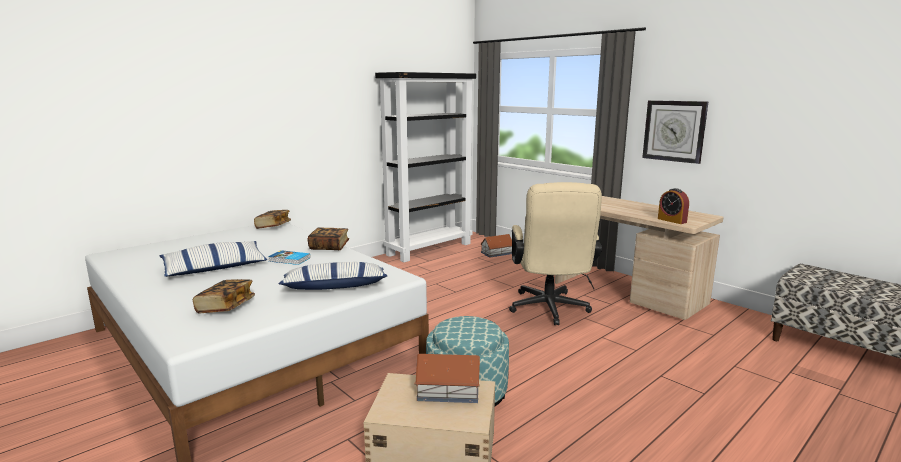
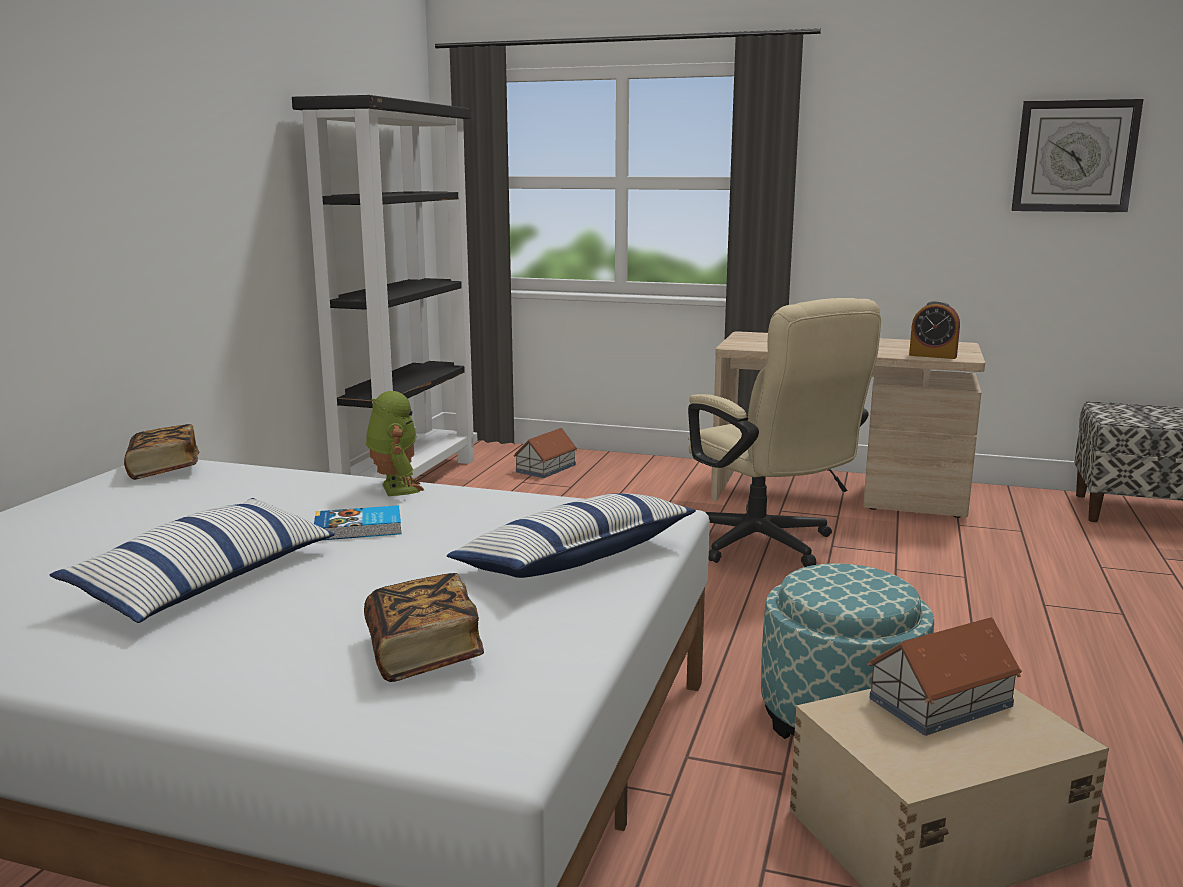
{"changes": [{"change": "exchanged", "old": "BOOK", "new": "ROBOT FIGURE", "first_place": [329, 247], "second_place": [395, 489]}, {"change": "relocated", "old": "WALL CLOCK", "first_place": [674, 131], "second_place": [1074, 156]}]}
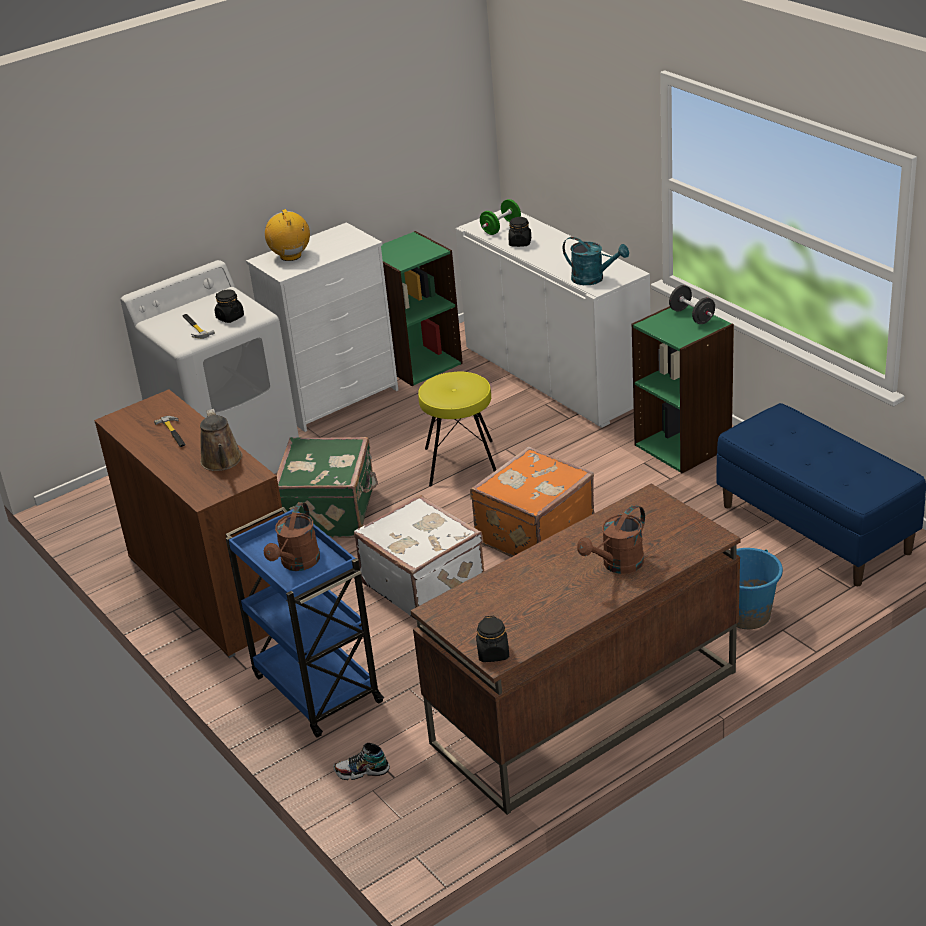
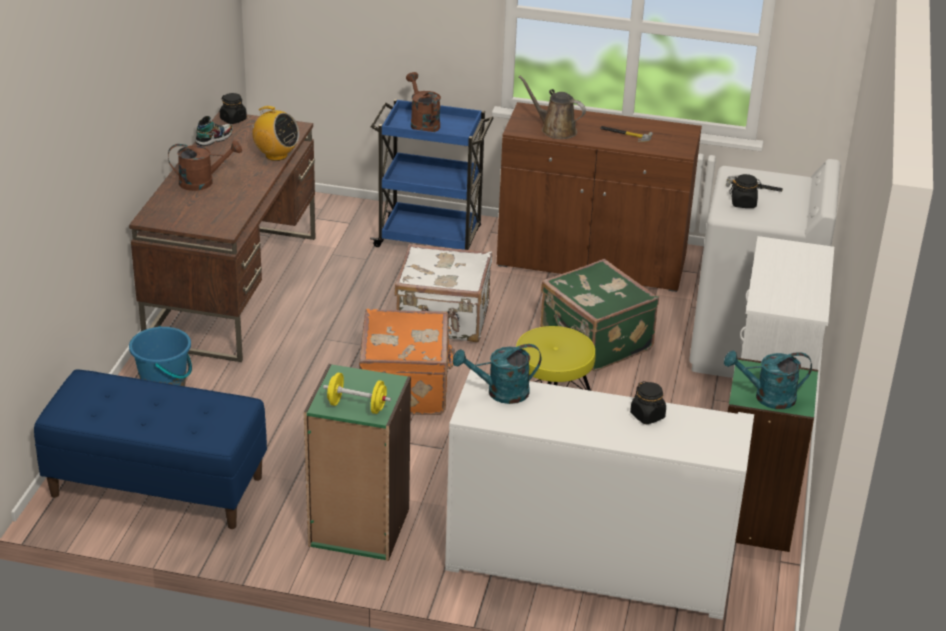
{"changes": [{"change": "relocated", "old": "RADIO SET", "first_place": [291, 256], "second_place": [276, 155]}, {"change": "relocated", "old": "LOW SHOE", "first_place": [362, 771], "second_place": [214, 139]}, {"change": "missing", "old": "GREENISH FREE WEIGHT", "first_place": [501, 228]}, {"change": "spun", "old": "BROWN-COLOURED SPRINKLING CAN", "first_place": [617, 565], "second_place": [203, 182], "degrees": 75}, {"change": "colour", "old": "BLACK-COLOURED FREE WEIGHT", "new": "YELLOW-COLOURED FREE WEIGHT", "first_place": [692, 316], "second_place": [357, 406]}, {"change": "appeared", "new": "BLUE-GREEN SPRINKLING CAN", "second_place": [767, 397]}]}
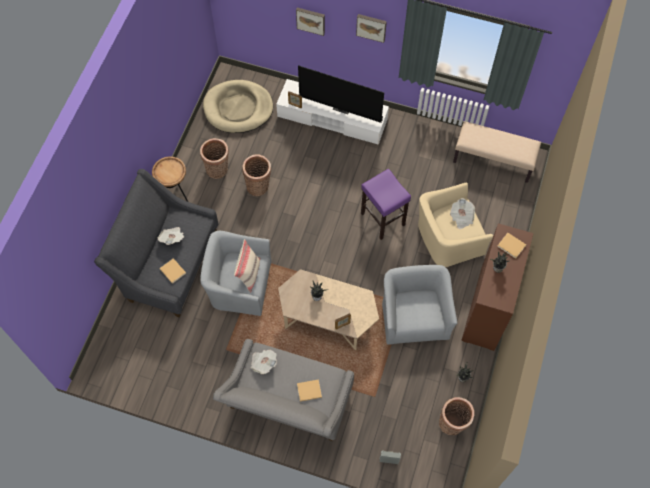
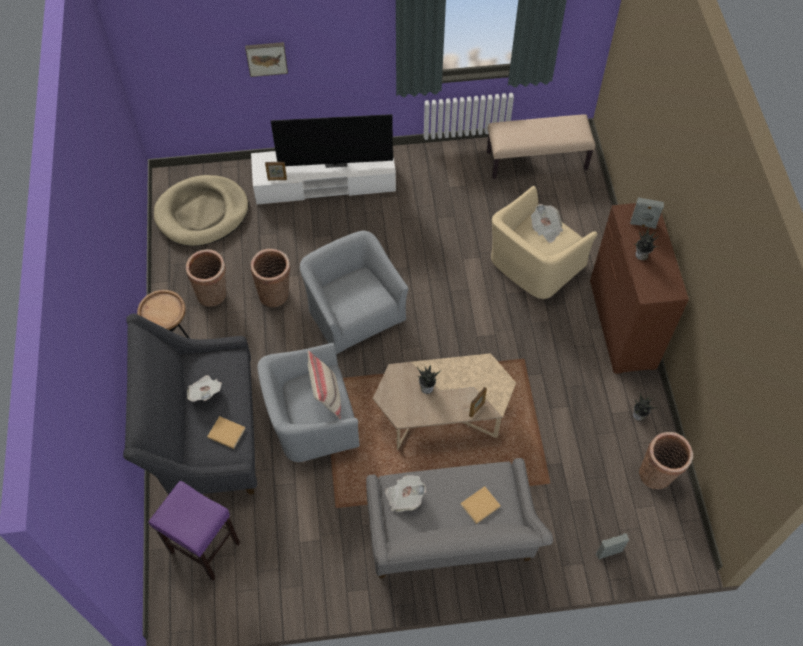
{"changes": [{"change": "missing", "old": "WALL PICTURE", "first_place": [371, 27]}, {"change": "relocated", "old": "PURPLE STOOL", "first_place": [382, 219], "second_place": [204, 547]}, {"change": "relocated", "old": "GREY EASY CHAIR", "first_place": [414, 317], "second_place": [354, 312]}, {"change": "exchanged", "old": "BEIGE BOOK", "new": "GREY AUDIO SPEAKER", "first_place": [512, 246], "second_place": [643, 224]}]}
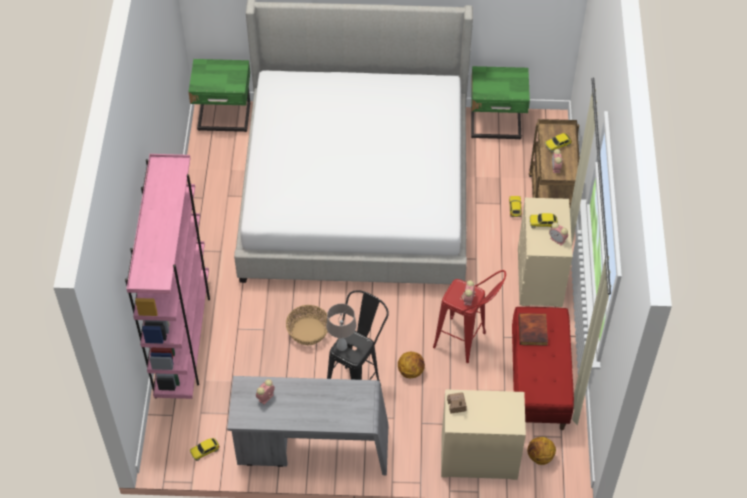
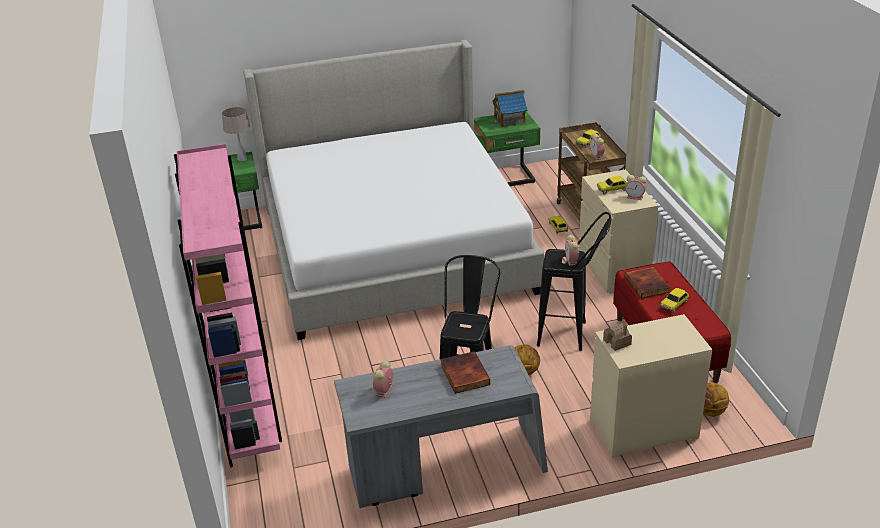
{"changes": [{"change": "relocated", "old": "MODEL CAR", "first_place": [205, 451], "second_place": [674, 304]}, {"change": "missing", "old": "BASKET", "first_place": [308, 331]}, {"change": "relocated", "old": "BEIGE LAMP FOR A TABLE", "first_place": [342, 346], "second_place": [242, 158]}, {"change": "colour", "old": "RED-COLOURED STOOL", "new": "BLACK-COLOURED STOOL", "first_place": [467, 343], "second_place": [571, 335]}, {"change": "appeared", "new": "BOOK", "second_place": [463, 374]}, {"change": "appeared", "new": "MODEL HOUSE", "second_place": [509, 120]}]}
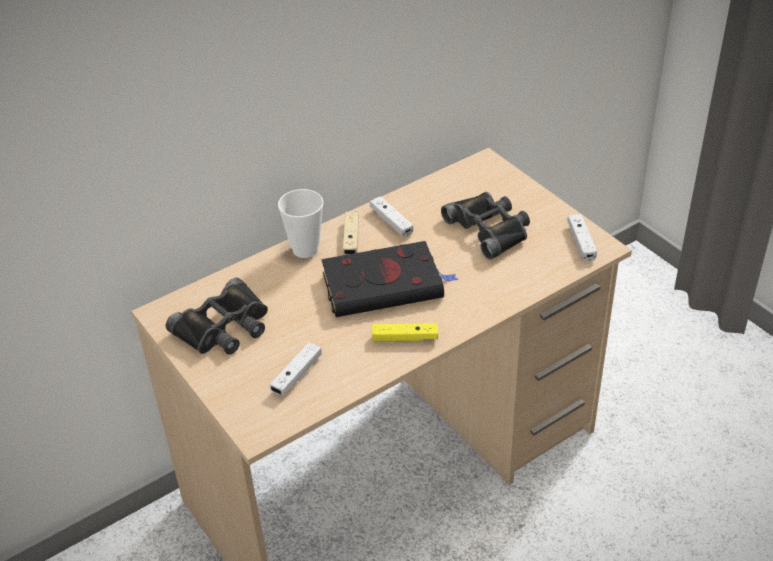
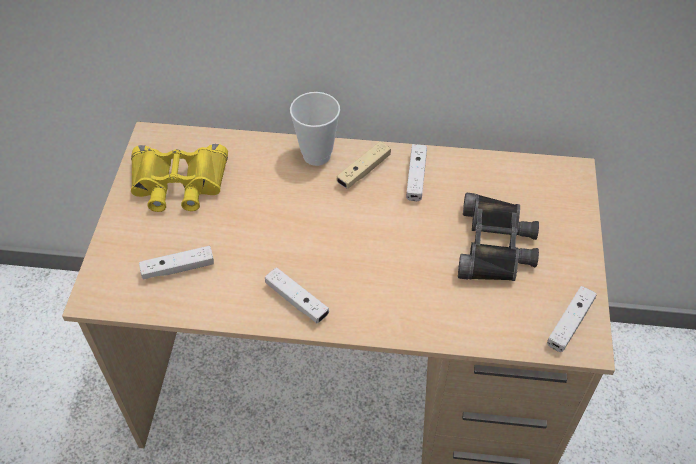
{"changes": [{"change": "colour", "old": "BLACK-COLOURED BINOCULARS", "new": "YELLOW-COLOURED BINOCULARS", "first_place": [224, 327], "second_place": [178, 184]}, {"change": "missing", "old": "BLACK-COLOURED BOOK", "first_place": [386, 285]}, {"change": "colour", "old": "YELLOW-COLOURED GAMEPAD", "new": "WHITE GAMEPAD", "first_place": [405, 338], "second_place": [297, 300]}]}
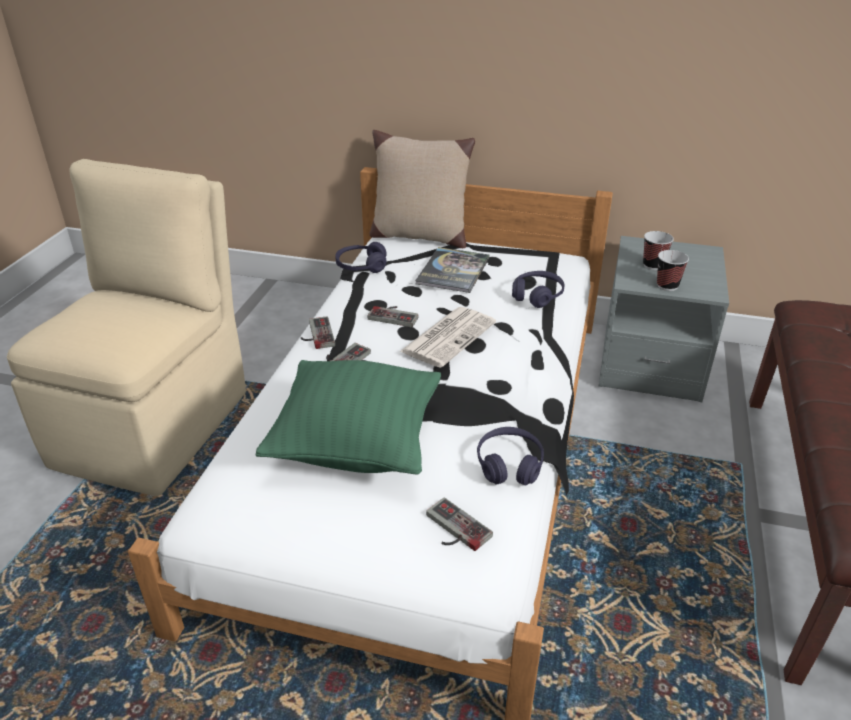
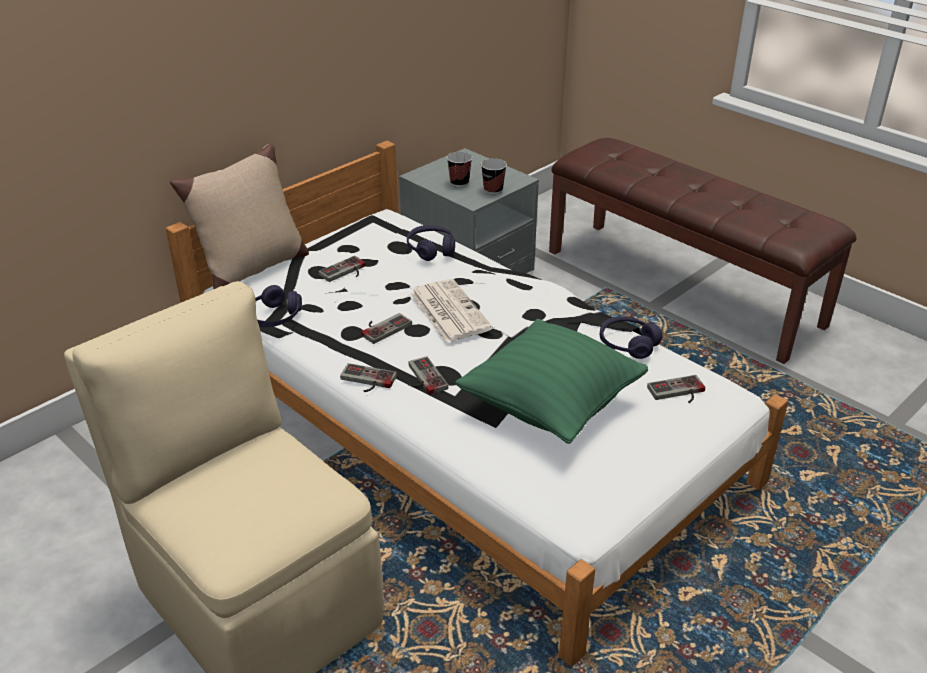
{"changes": [{"change": "exchanged", "old": "BOOK", "new": "GAMEPAD", "first_place": [453, 271], "second_place": [345, 272]}]}
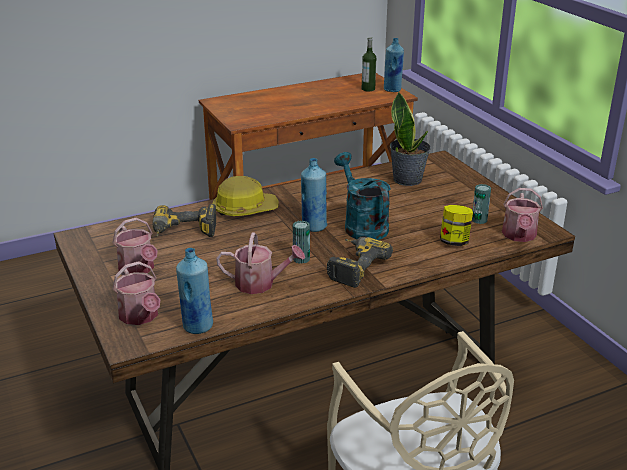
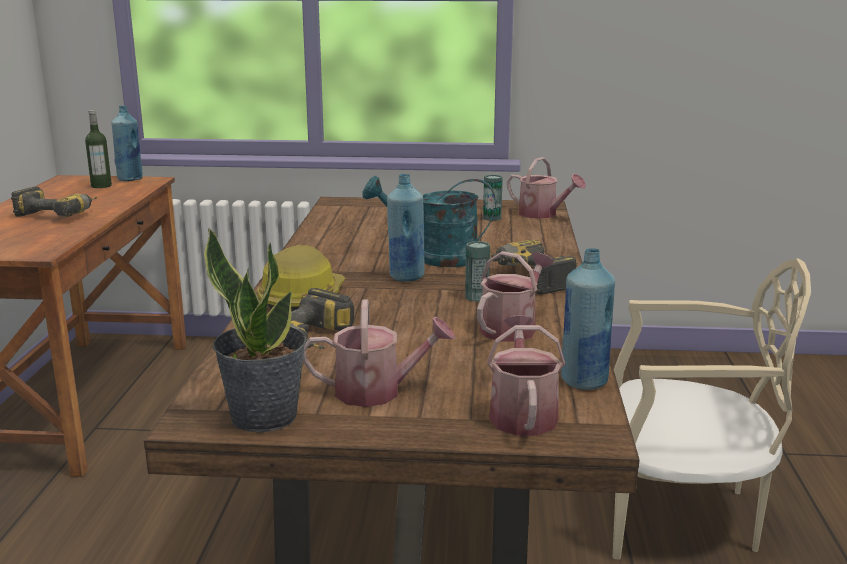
{"changes": [{"change": "spun", "old": "SPRINKLING CAN", "first_place": [140, 316], "second_place": [522, 413], "degrees": -90}, {"change": "relocated", "old": "POTTED PLANT", "first_place": [408, 179], "second_place": [264, 416]}, {"change": "missing", "old": "JAR", "first_place": [454, 242]}, {"change": "appeared", "new": "POWER DRILL", "second_place": [59, 214]}]}
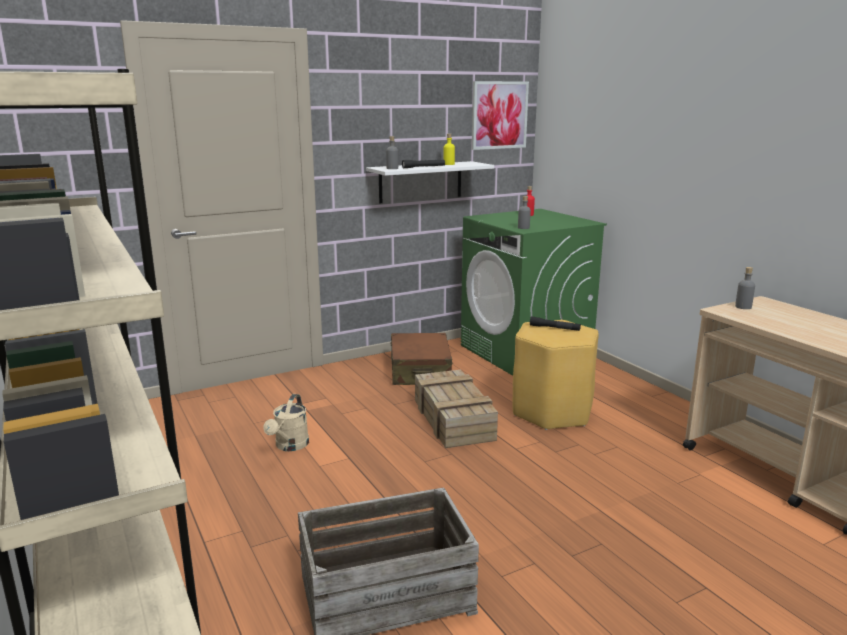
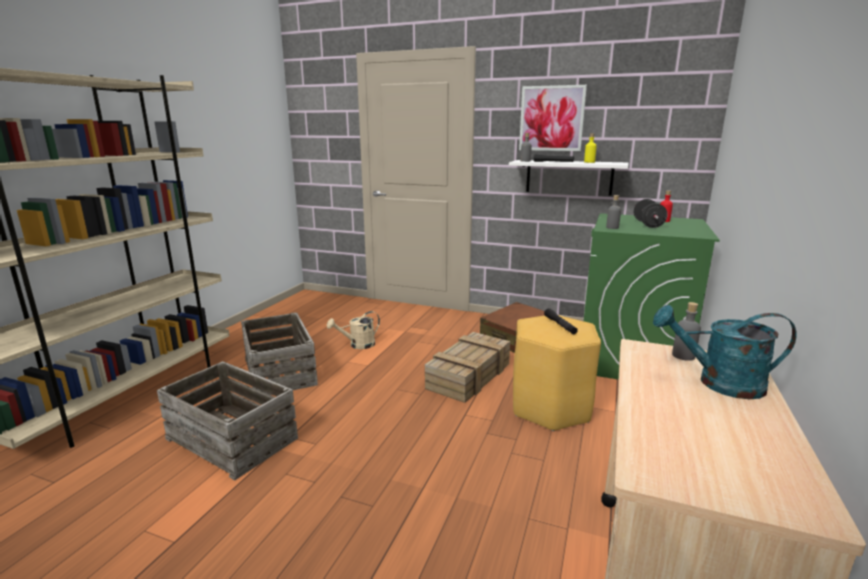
{"changes": [{"change": "relocated", "old": "WALL PICTURE", "first_place": [499, 115], "second_place": [551, 118]}, {"change": "appeared", "new": "PACKING CRATE", "second_place": [280, 371]}, {"change": "appeared", "new": "BLACK-COLOURED FREE WEIGHT", "second_place": [648, 224]}, {"change": "appeared", "new": "BLUE-GREEN SPRINKLING CAN", "second_place": [719, 383]}]}
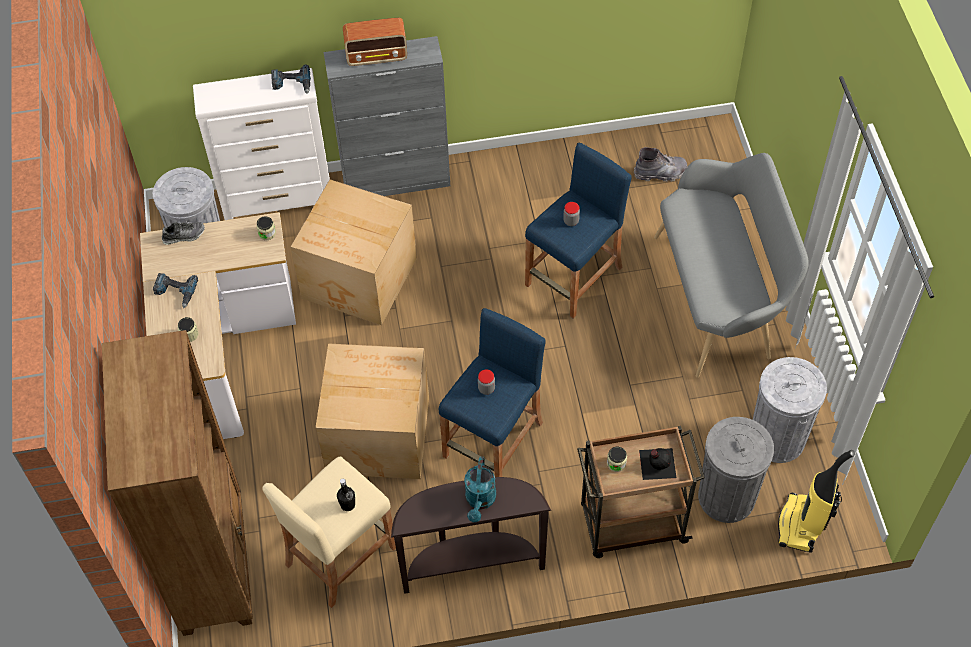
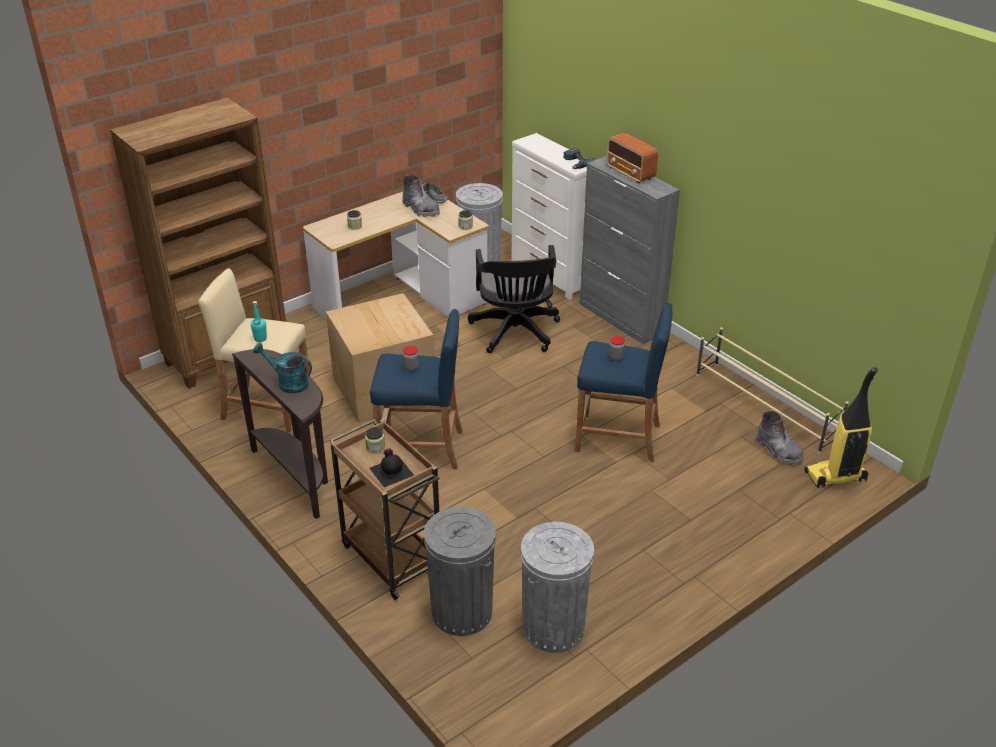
{"changes": [{"change": "missing", "old": "POWER DRILL", "first_place": [175, 292]}, {"change": "exchanged", "old": "CARDBOARD BOX", "new": "BLACK-COLOURED COMPUTER CHAIR", "first_place": [360, 279], "second_place": [515, 333]}, {"change": "colour", "old": "BLACK-COLOURED DRINK BOTTLE", "new": "BLUE-GREEN DRINK BOTTLE", "first_place": [347, 505], "second_place": [260, 339]}, {"change": "spun", "old": "BLUE-GREEN SPRINKLING CAN", "first_place": [480, 501], "second_place": [288, 383], "degrees": 45}, {"change": "missing", "old": "GREY LONG SEAT", "first_place": [719, 298]}, {"change": "relocated", "old": "VACUUM CLEANER", "first_place": [801, 525], "second_place": [835, 477]}, {"change": "appeared", "new": "GREY TALL BOOT", "second_place": [421, 209]}, {"change": "appeared", "new": "BEIGE SHOE SHELF", "second_place": [765, 407]}]}
